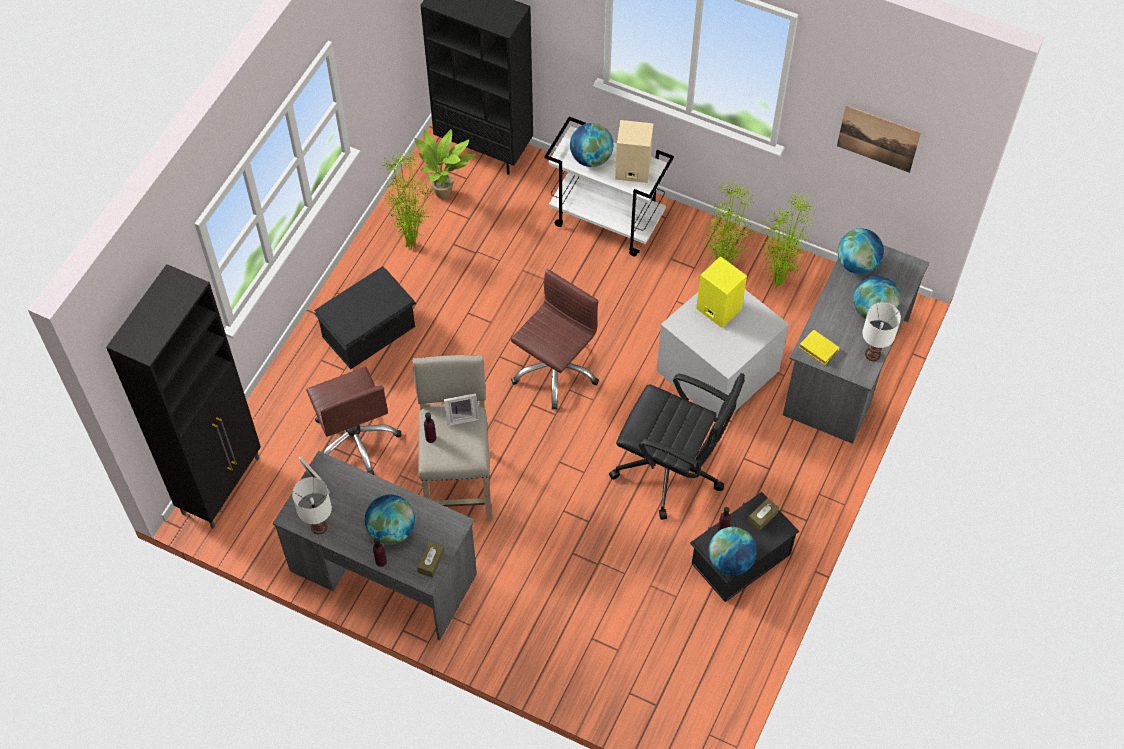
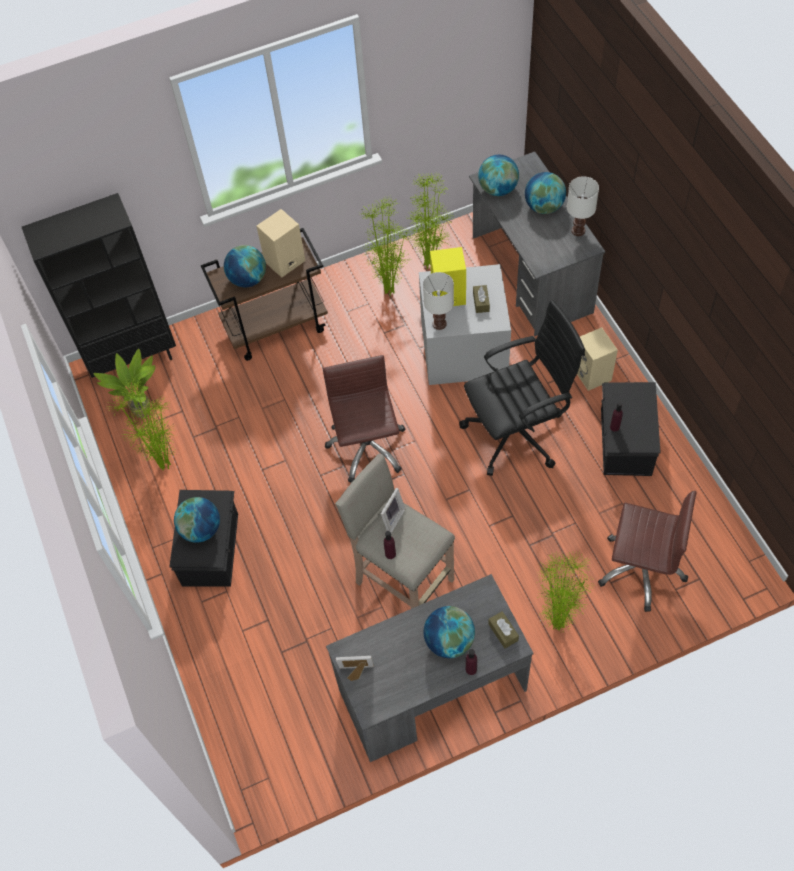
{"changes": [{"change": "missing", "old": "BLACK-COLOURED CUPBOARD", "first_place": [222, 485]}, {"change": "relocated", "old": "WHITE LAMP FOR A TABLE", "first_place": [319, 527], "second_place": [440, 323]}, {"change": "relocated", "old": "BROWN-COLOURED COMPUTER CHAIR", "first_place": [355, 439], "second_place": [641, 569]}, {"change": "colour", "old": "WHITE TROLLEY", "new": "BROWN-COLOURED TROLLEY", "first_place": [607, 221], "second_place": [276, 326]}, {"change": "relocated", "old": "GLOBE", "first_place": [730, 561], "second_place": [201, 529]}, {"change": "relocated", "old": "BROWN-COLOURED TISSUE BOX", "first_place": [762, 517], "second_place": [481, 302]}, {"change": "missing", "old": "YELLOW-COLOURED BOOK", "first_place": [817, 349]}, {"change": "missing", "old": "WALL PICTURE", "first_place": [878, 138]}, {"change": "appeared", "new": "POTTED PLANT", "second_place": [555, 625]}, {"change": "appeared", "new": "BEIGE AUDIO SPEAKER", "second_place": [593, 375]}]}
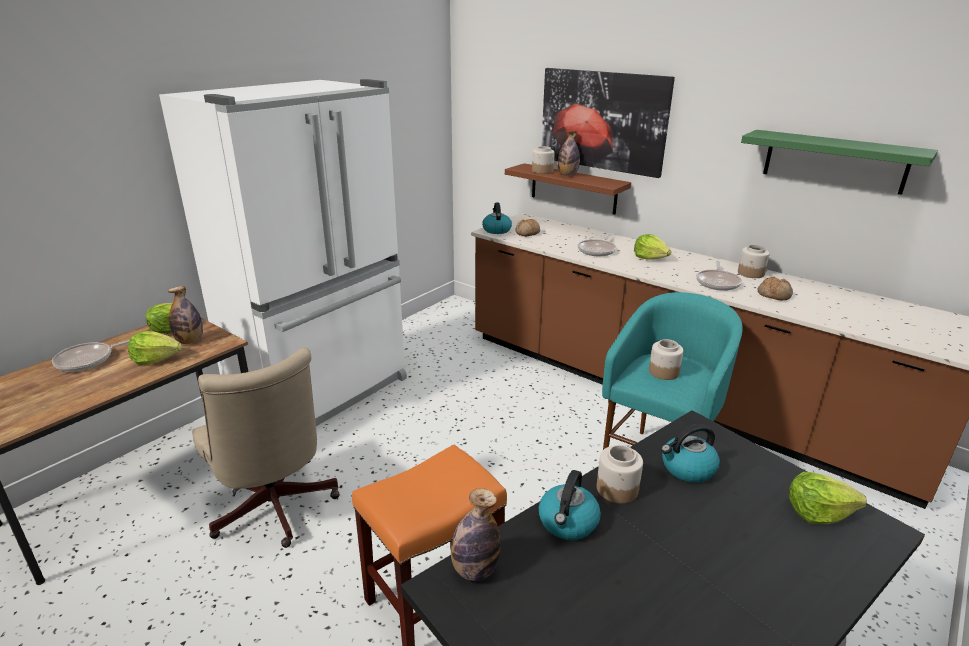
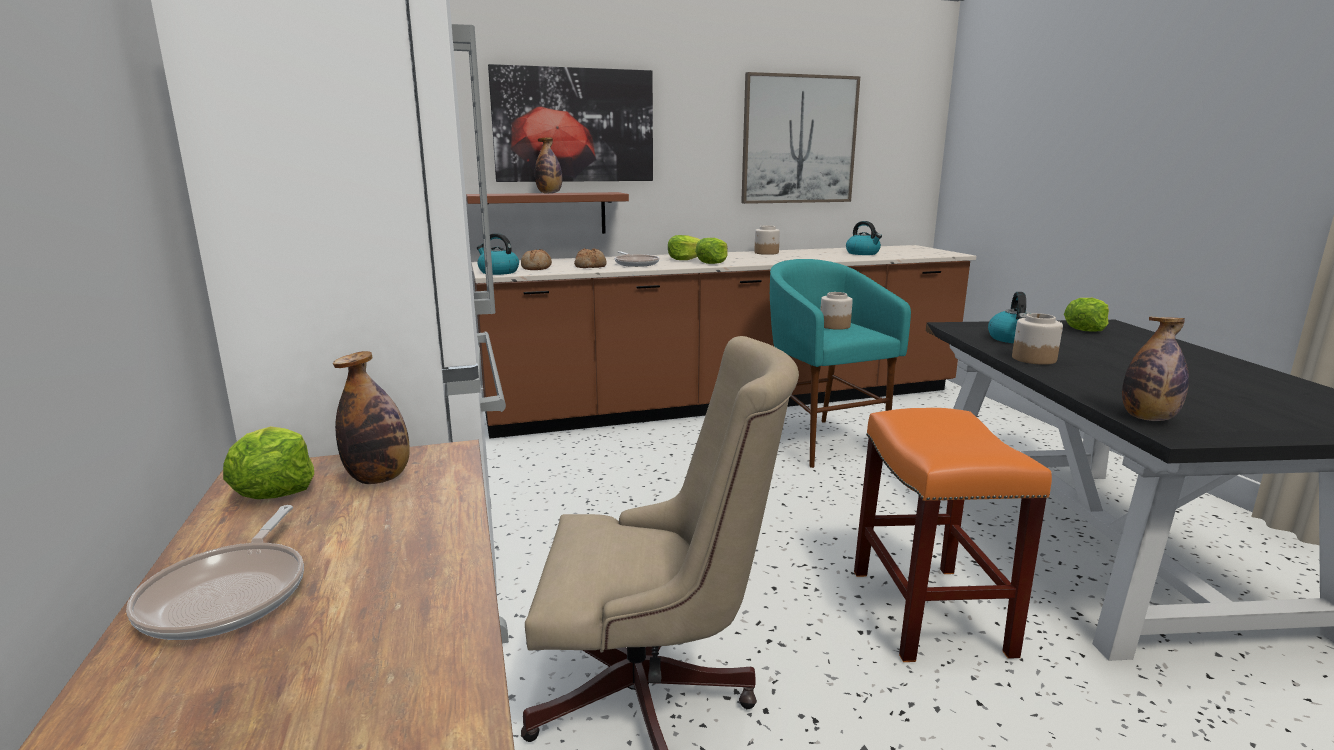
{"changes": [{"change": "relocated", "old": "LETTUCE HEAD", "first_place": [156, 359], "second_place": [712, 262]}, {"change": "missing", "old": "JAR", "first_place": [543, 171]}, {"change": "relocated", "old": "KETTLE", "first_place": [568, 523], "second_place": [863, 253]}, {"change": "missing", "old": "FRYING PAN", "first_place": [717, 282]}, {"change": "exchanged", "old": "GREENISH BRACKET SHELF", "new": "WALL PICTURE", "first_place": [834, 161], "second_place": [799, 140]}, {"change": "relocated", "old": "BAKERY BREAD", "first_place": [774, 295], "second_place": [590, 266]}]}
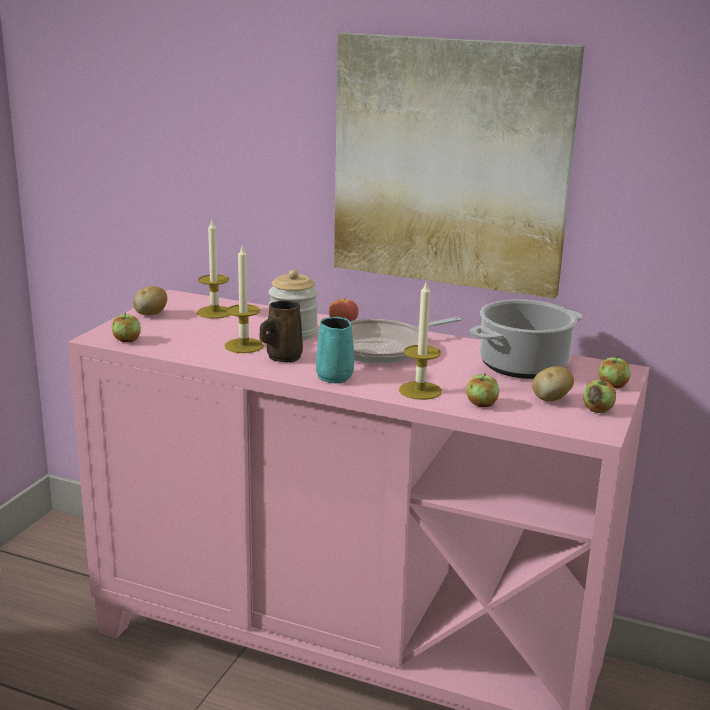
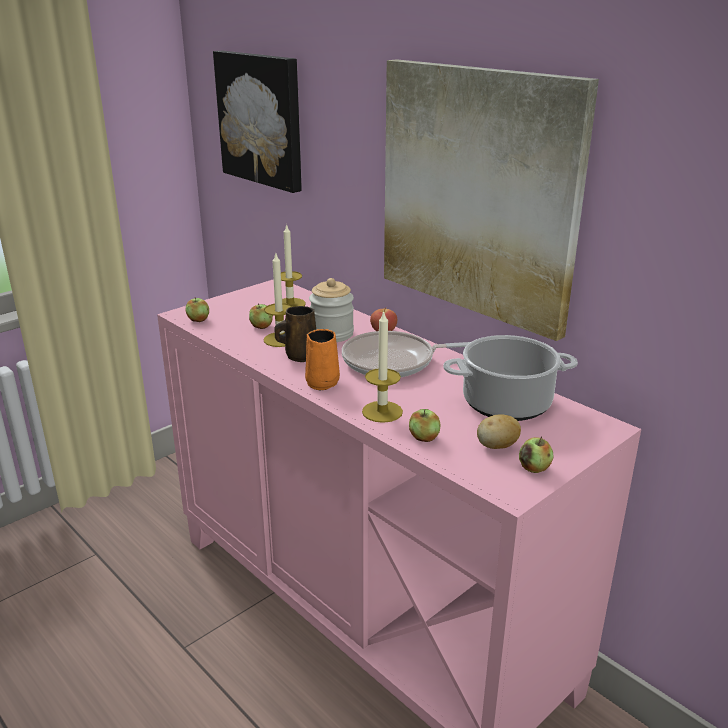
{"changes": [{"change": "missing", "old": "SPUD", "first_place": [150, 314]}, {"change": "colour", "old": "BLUE-GREEN TEA MUG", "new": "ORANGE TEA MUG", "first_place": [334, 376], "second_place": [323, 382]}, {"change": "relocated", "old": "APPLE FRUIT", "first_place": [612, 385], "second_place": [261, 326]}, {"change": "appeared", "new": "WALL PICTURE", "second_place": [262, 119]}]}
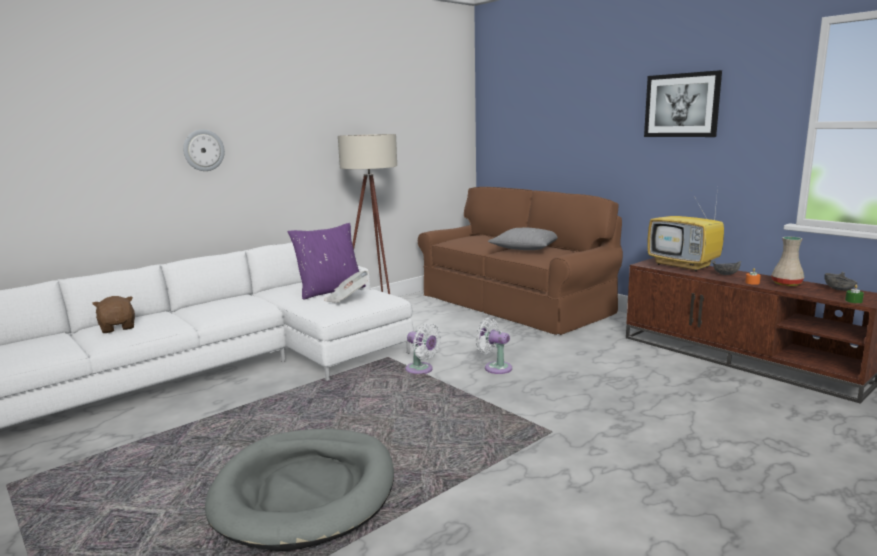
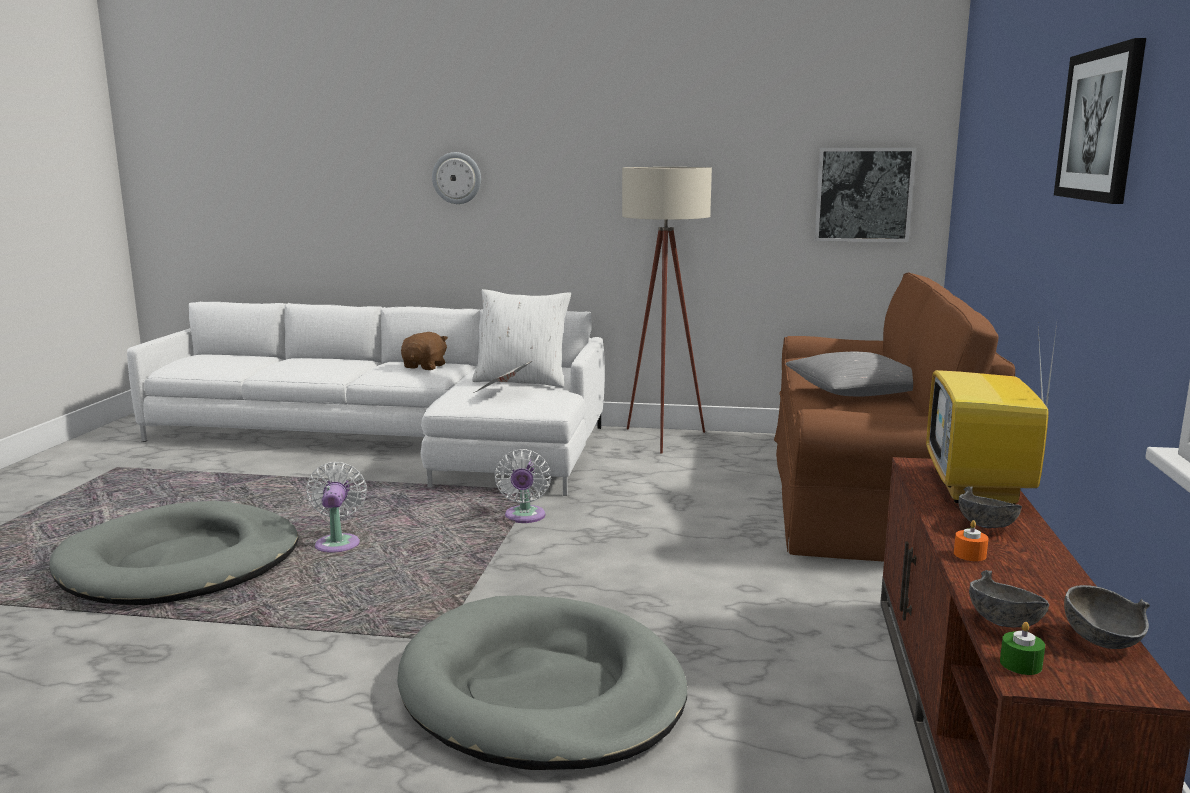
{"changes": [{"change": "relocated", "old": "BROWN-COLOURED PLUSH TOY", "first_place": [118, 327], "second_place": [425, 366]}, {"change": "colour", "old": "PURPLE CUSHION", "new": "WHITE CUSHION", "first_place": [330, 290], "second_place": [522, 381]}, {"change": "relocated", "old": "WHITE COOLING FAN", "first_place": [495, 367], "second_place": [338, 542]}, {"change": "missing", "old": "BEIGE DECORATIVE VASE", "first_place": [787, 284]}, {"change": "appeared", "new": "GREY DOG BED", "second_place": [542, 691]}, {"change": "appeared", "new": "WALL PICTURE", "second_place": [863, 194]}, {"change": "appeared", "new": "GREY SERVING BOWL", "second_place": [1006, 623]}]}
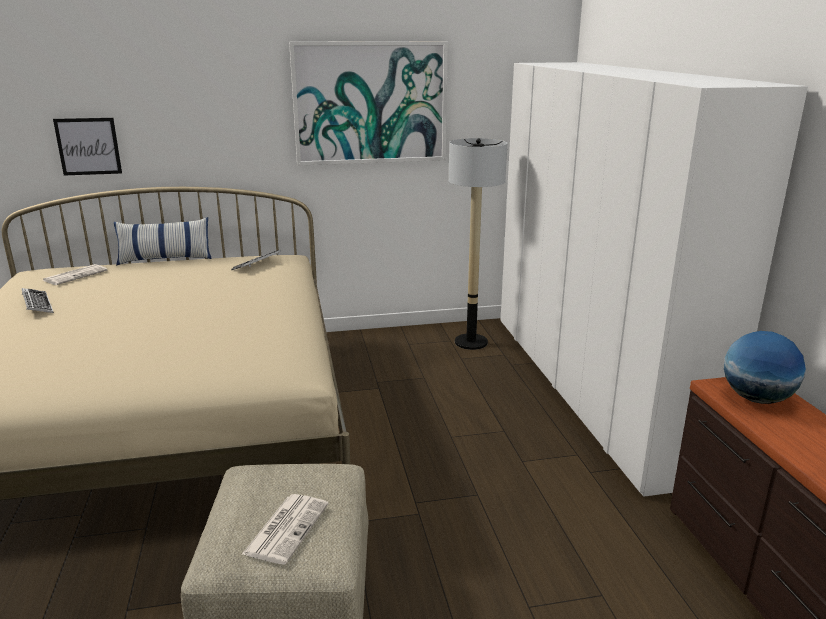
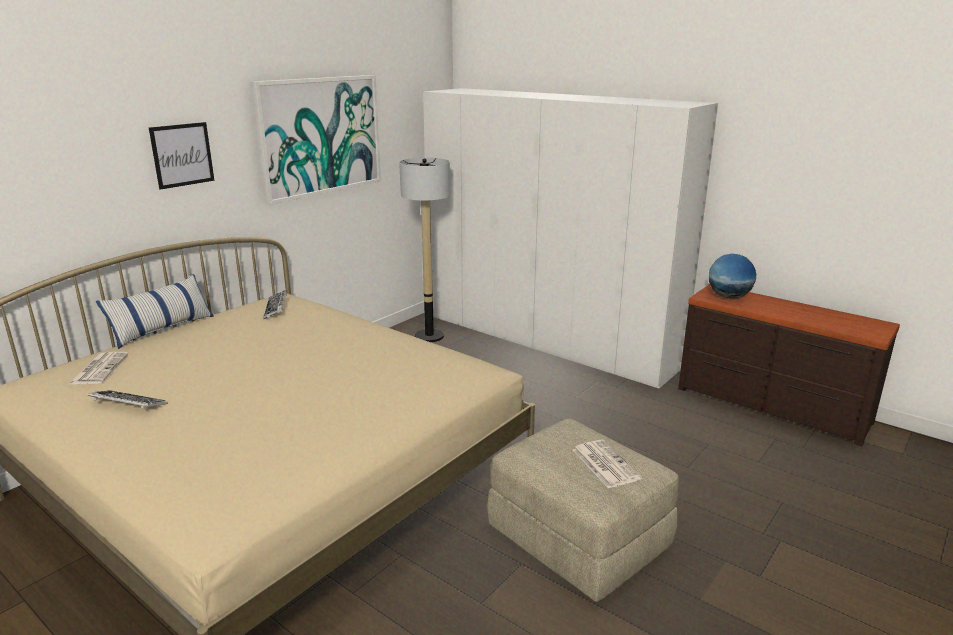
{"changes": [{"change": "relocated", "old": "WALL PICTURE", "first_place": [88, 146], "second_place": [182, 155]}]}
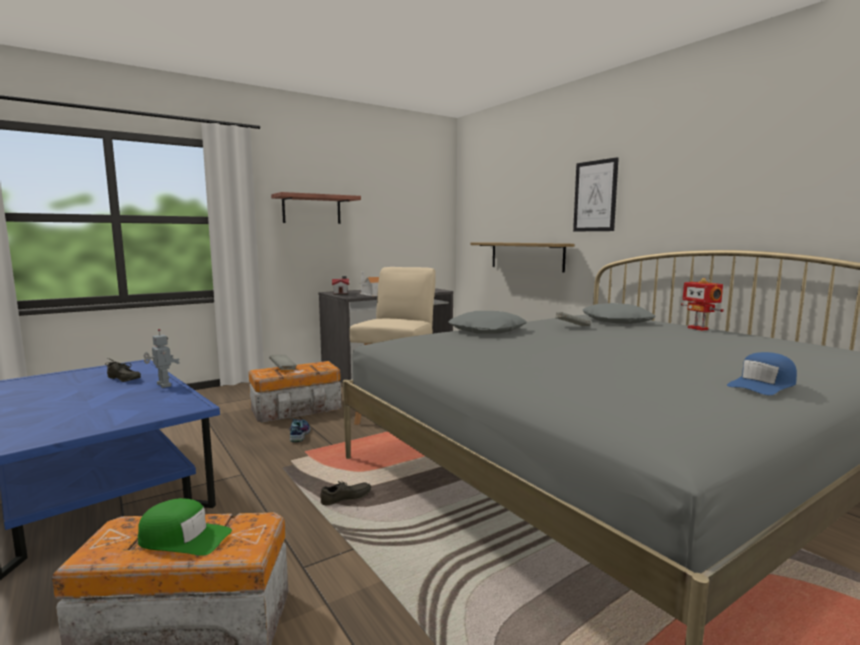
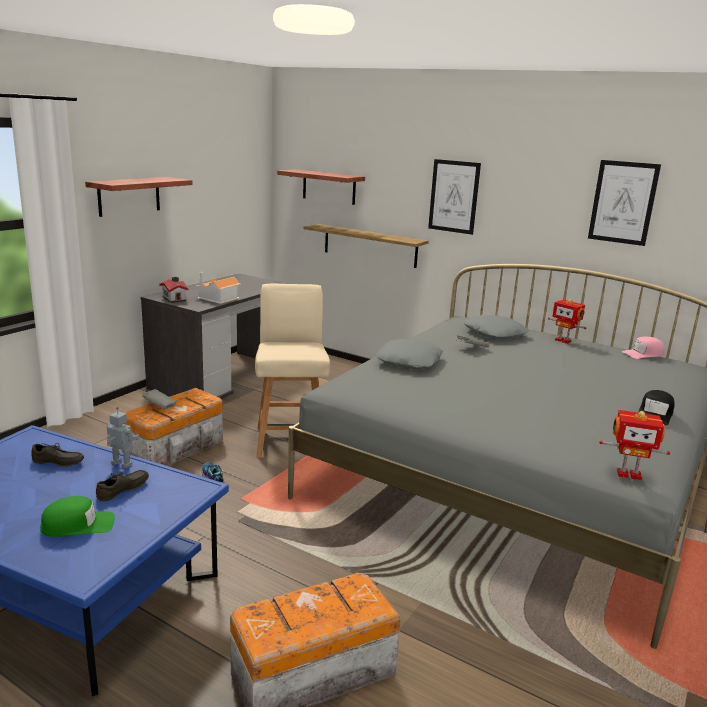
{"changes": [{"change": "relocated", "old": "GREENISH BASEBALL CAP", "first_place": [184, 538], "second_place": [78, 525]}, {"change": "relocated", "old": "GREY LOW SHOE", "first_place": [346, 499], "second_place": [124, 490]}, {"change": "colour", "old": "BLUE BASEBALL CAP", "new": "BLACK-COLOURED BASEBALL CAP", "first_place": [763, 385], "second_place": [655, 414]}, {"change": "appeared", "new": "BRACKET SHELF", "second_place": [329, 187]}, {"change": "appeared", "new": "WALL PICTURE", "second_place": [623, 202]}, {"change": "appeared", "new": "ROBOT FIGURE", "second_place": [628, 474]}, {"change": "appeared", "new": "PINK-COLOURED BASEBALL CAP", "second_place": [643, 354]}]}
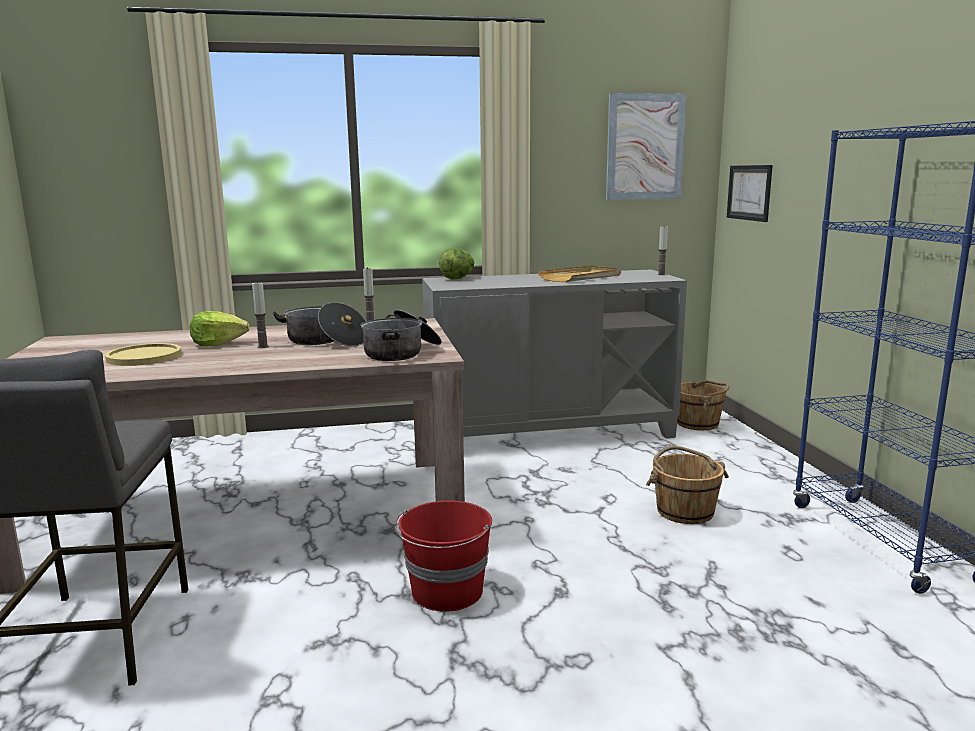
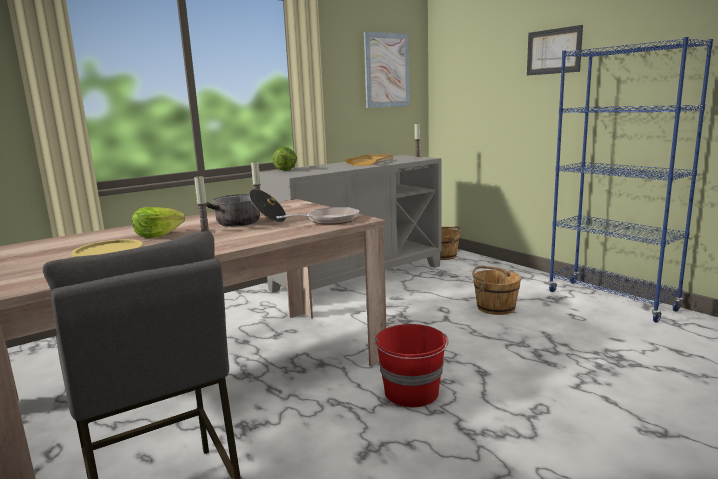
{"changes": [{"change": "exchanged", "old": "COOKING POT", "new": "FRYING PAN", "first_place": [402, 352], "second_place": [328, 220]}, {"change": "relocated", "old": "WALL PICTURE", "first_place": [749, 192], "second_place": [554, 51]}]}
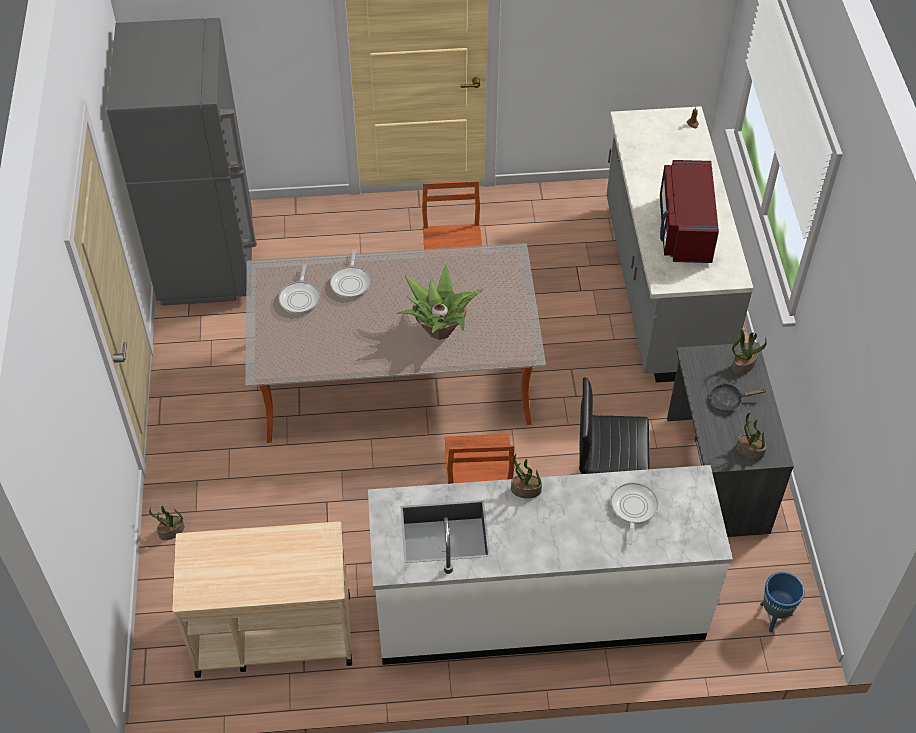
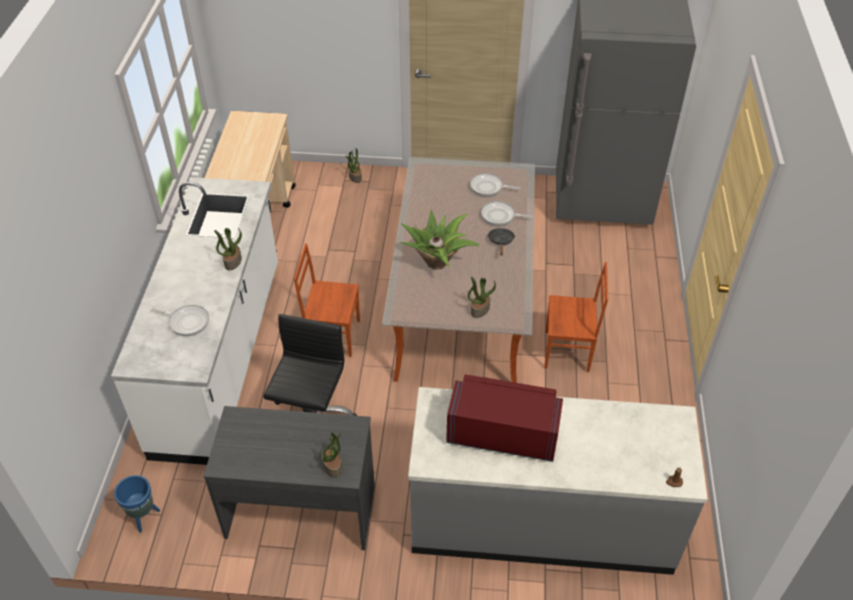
{"changes": [{"change": "relocated", "old": "BLACK-COLOURED FRYING PAN", "first_place": [728, 400], "second_place": [501, 242]}, {"change": "relocated", "old": "POTTED PLANT", "first_place": [749, 451], "second_place": [480, 309]}]}
